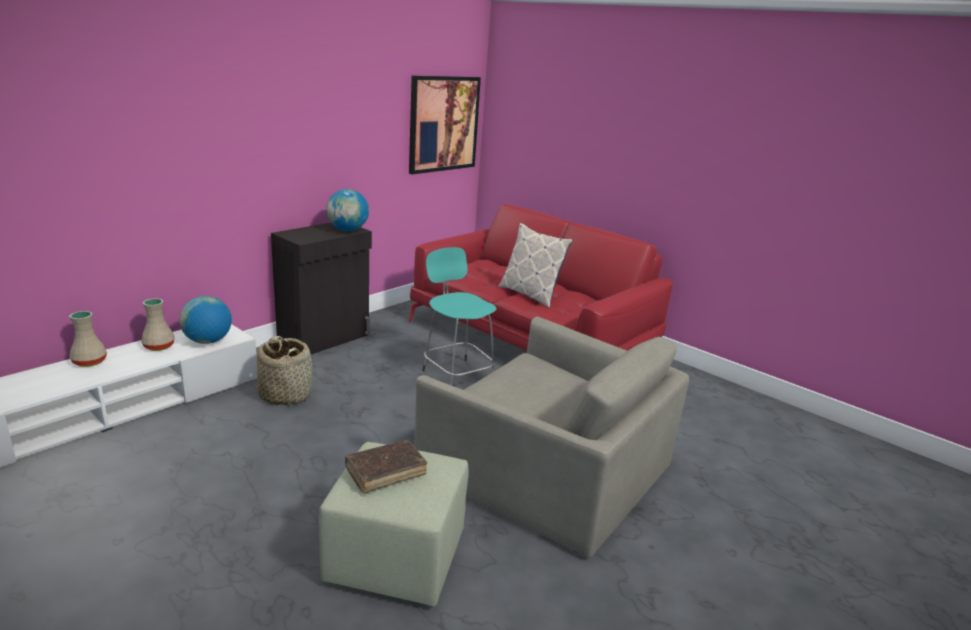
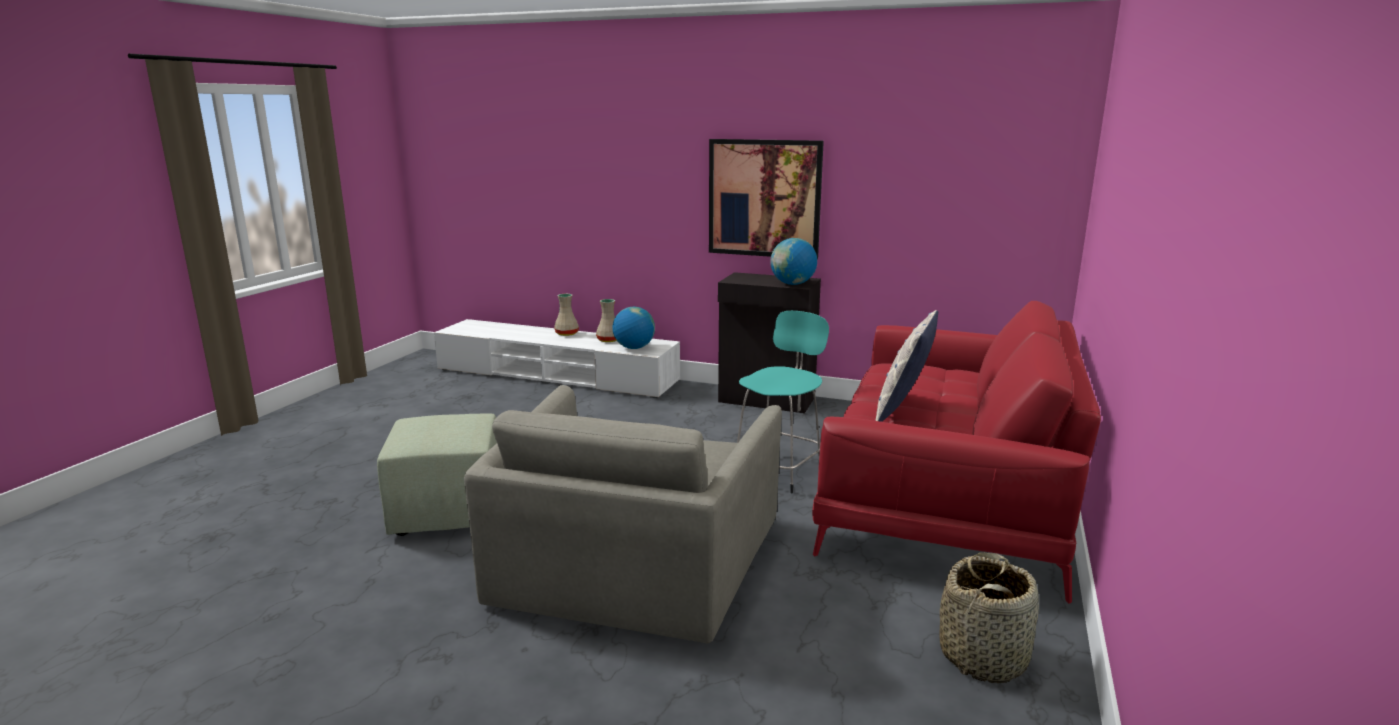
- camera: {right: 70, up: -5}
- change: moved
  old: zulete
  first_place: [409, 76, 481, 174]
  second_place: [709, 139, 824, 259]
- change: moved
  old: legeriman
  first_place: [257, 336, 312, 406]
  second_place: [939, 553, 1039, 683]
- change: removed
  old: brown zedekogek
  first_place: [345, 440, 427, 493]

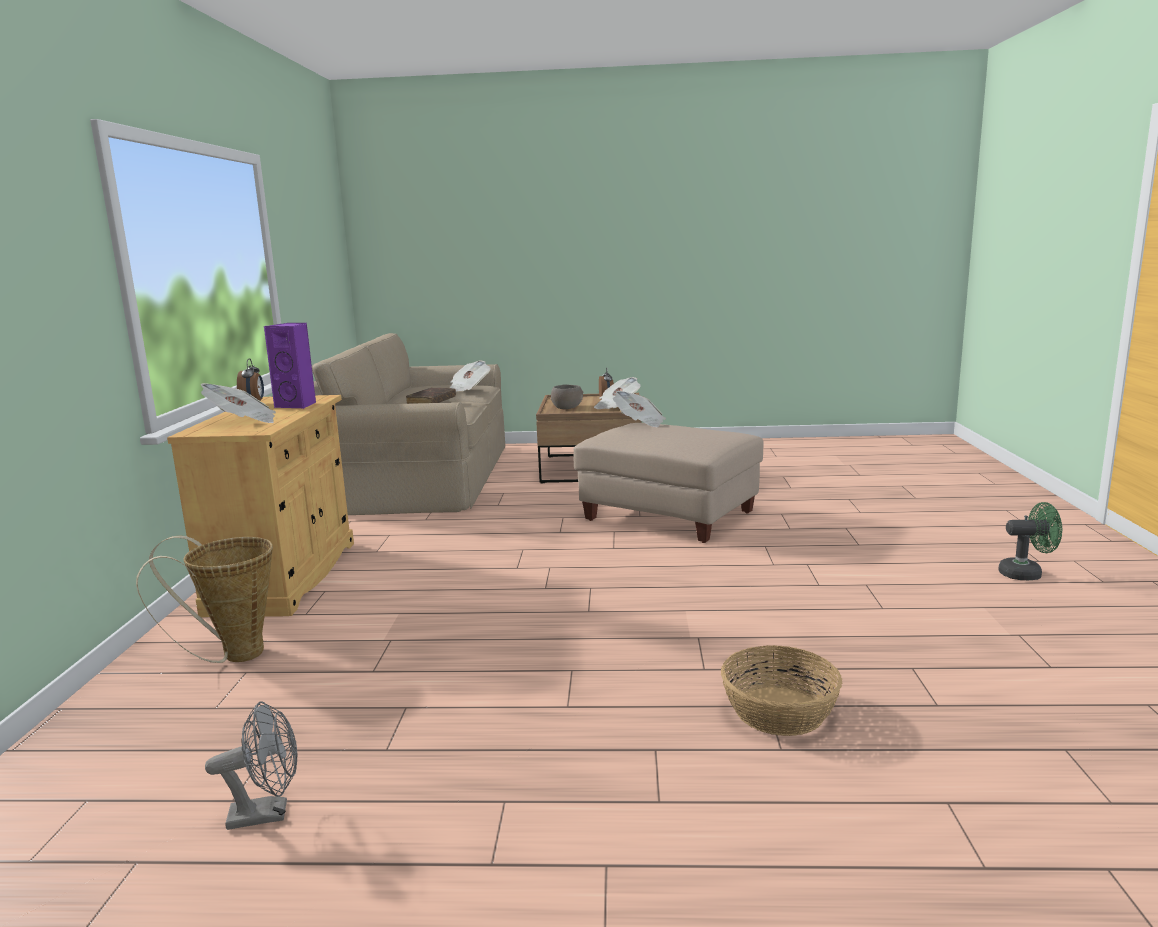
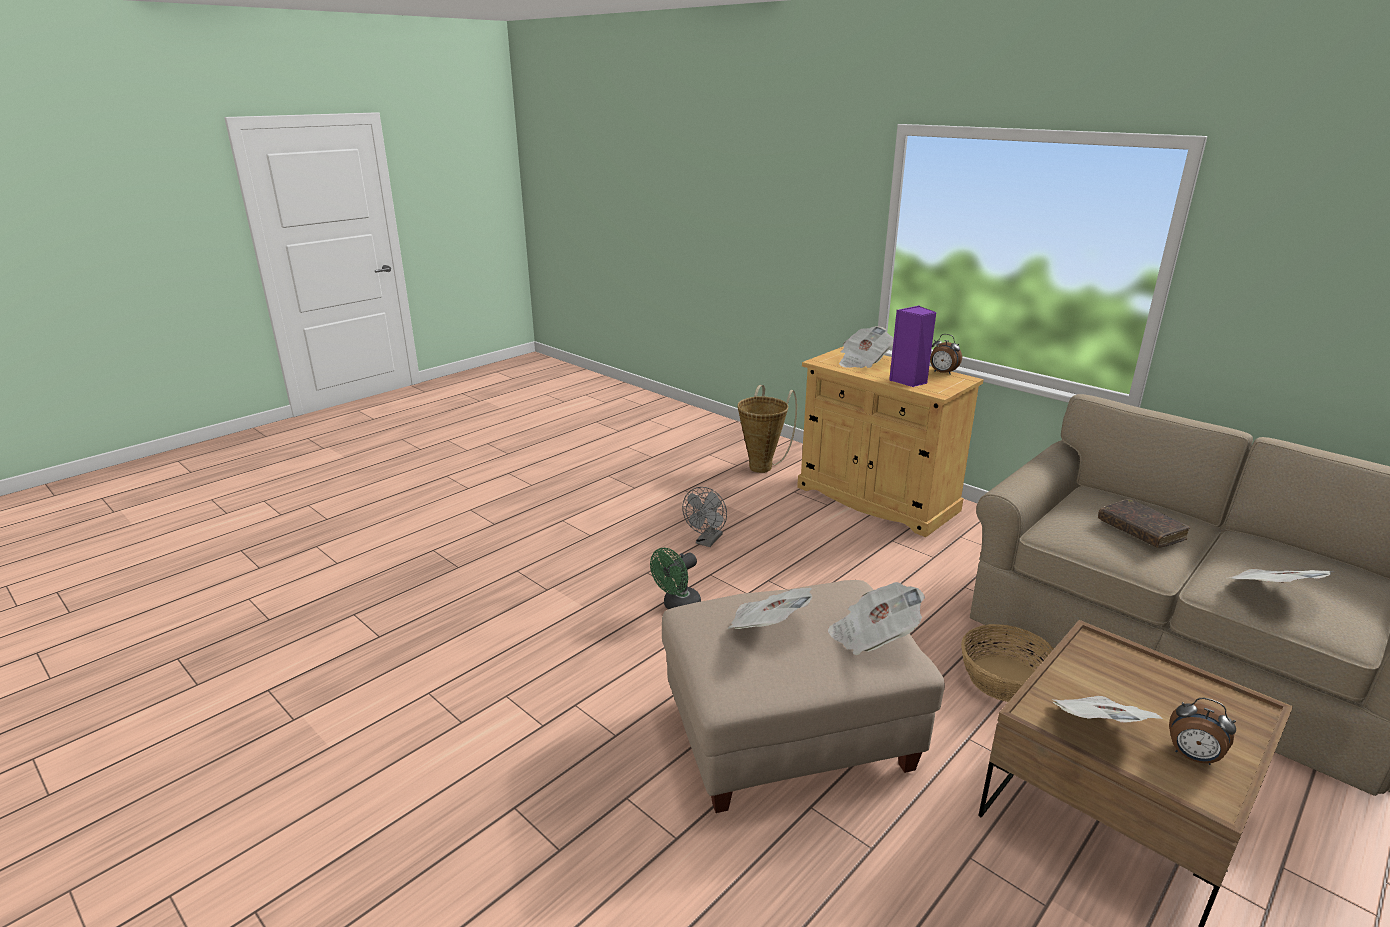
- camera: {right: 130, up: 10}
- change: moved
  old: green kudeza
  first_place: [998, 502, 1062, 580]
  second_place: [650, 548, 701, 609]
- change: moved
  old: grey kudeza
  first_place: [205, 701, 298, 830]
  second_place: [682, 487, 727, 547]
- change: added
  new: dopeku
  second_place: [728, 588, 812, 629]
- change: moved
  old: legeriman
  first_place: [721, 645, 842, 736]
  second_place: [961, 624, 1054, 702]
- change: removed
  old: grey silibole
  first_place: [551, 384, 583, 409]

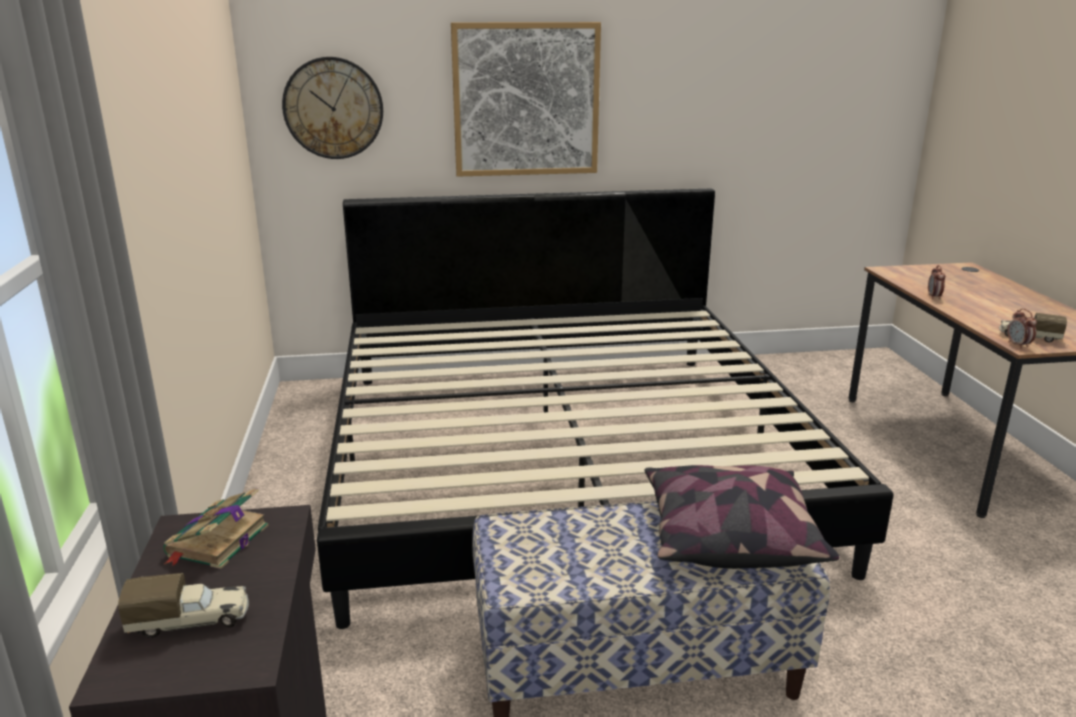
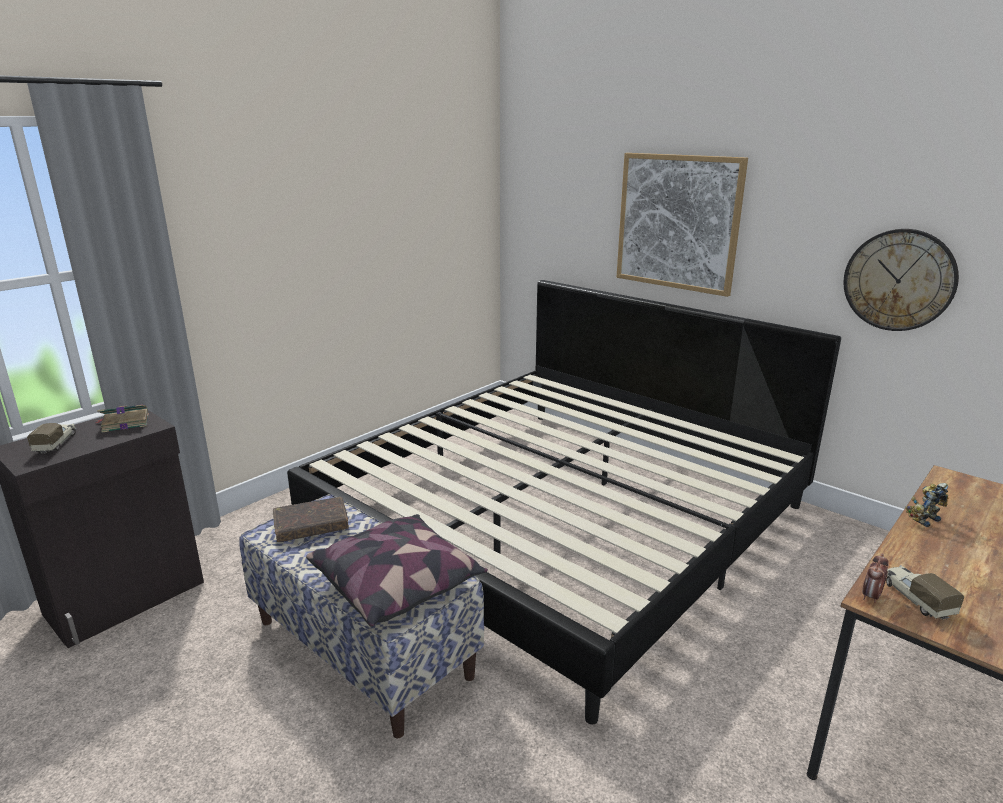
- camera: {right: 50, up: 0}
- change: turned
  old: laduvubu
  first_place: [118, 573, 249, 638]
  second_place: [27, 423, 76, 453]
  degrees: -135
- change: added
  new: brown zedekogek
  second_place: [273, 497, 349, 542]
- change: moved
  old: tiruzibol
  first_place: [282, 57, 383, 159]
  second_place: [843, 229, 959, 331]
- change: replaced
  old: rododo
  new: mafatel
  first_place: [928, 265, 945, 299]
  second_place: [905, 483, 949, 527]

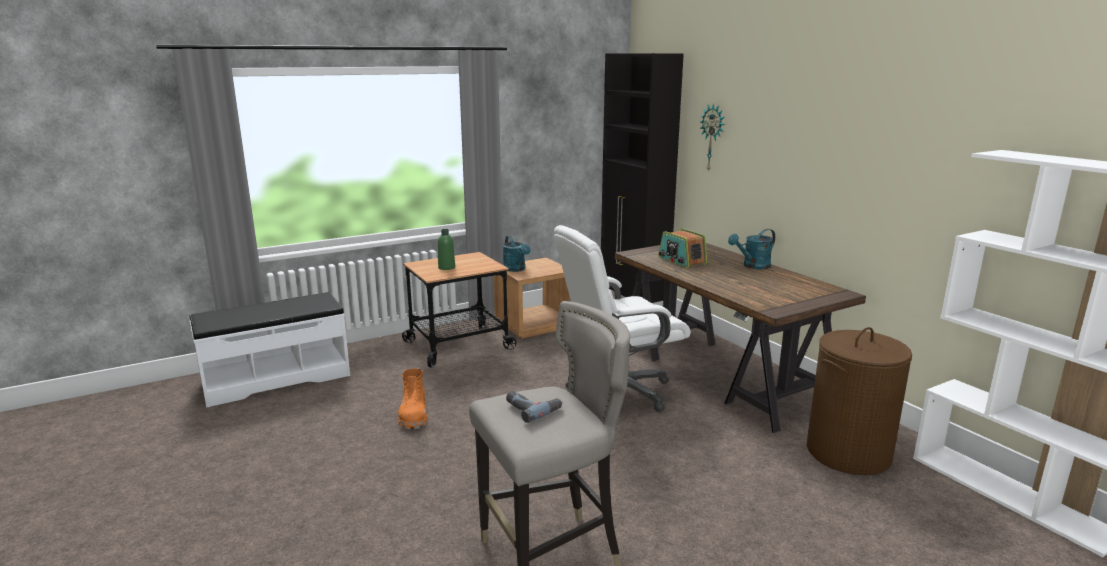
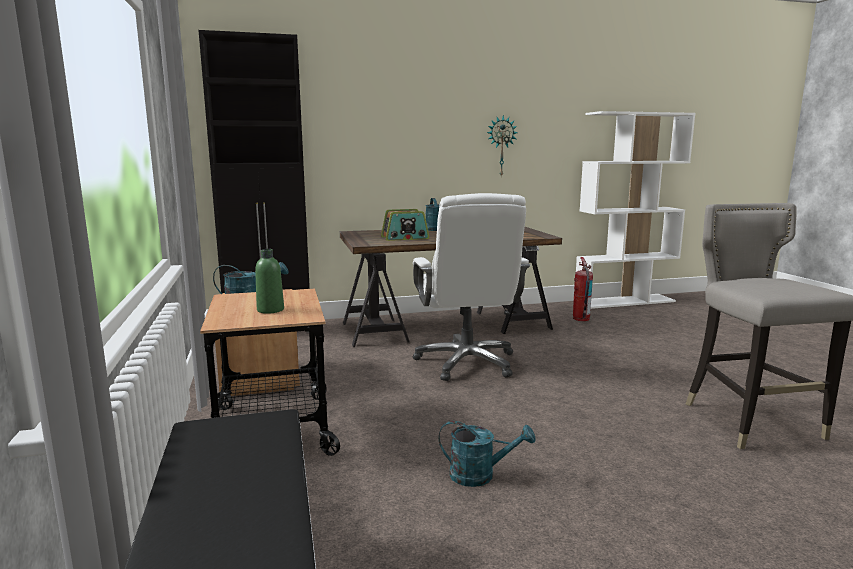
- camera: {right: -75, up: -5}
- change: replaced
  old: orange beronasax
  new: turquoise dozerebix
  first_place: [398, 368, 427, 429]
  second_place: [439, 421, 536, 487]
- change: moved
  old: tiruzibol
  first_place: [699, 103, 725, 172]
  second_place: [487, 115, 518, 176]
- change: replaced
  old: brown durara
  new: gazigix
  first_place: [807, 327, 912, 475]
  second_place: [573, 257, 593, 321]
- change: removed
  old: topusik
  first_place: [506, 391, 562, 423]

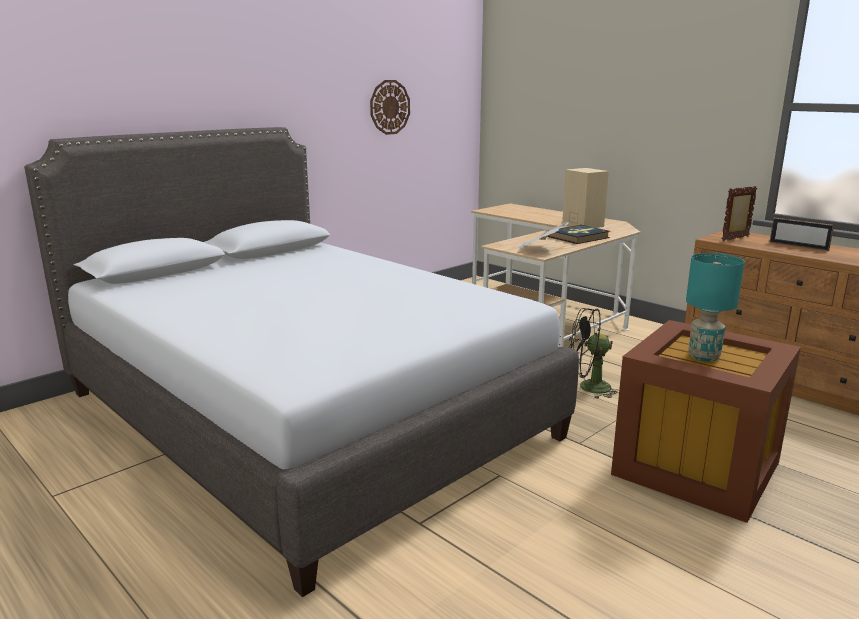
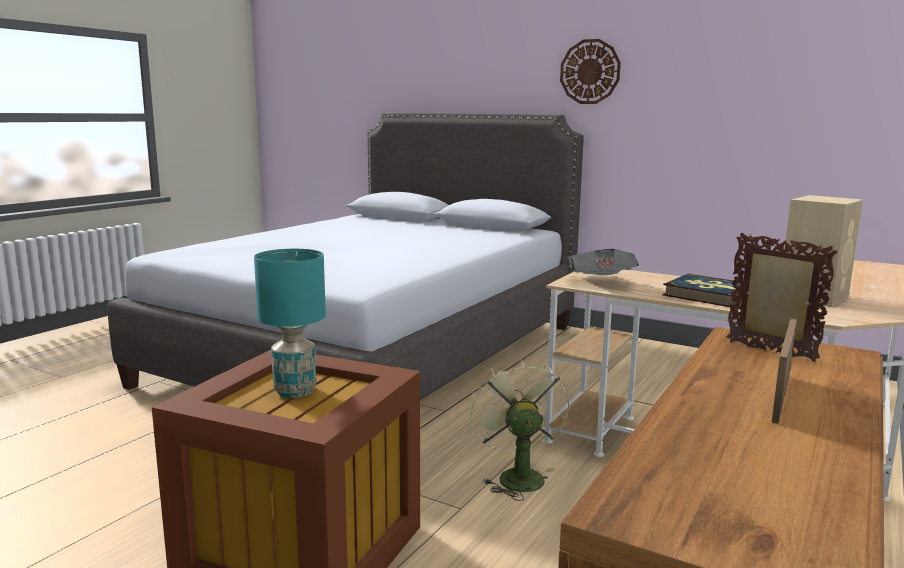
- camera: {right: 75, up: -5}
- change: recoloured
  old: black kudeza
  new: green kudeza
  first_place: [568, 308, 618, 399]
  second_place: [470, 358, 570, 501]
- change: moved
  old: tiruzibol
  first_place: [370, 80, 410, 135]
  second_place: [560, 39, 621, 104]

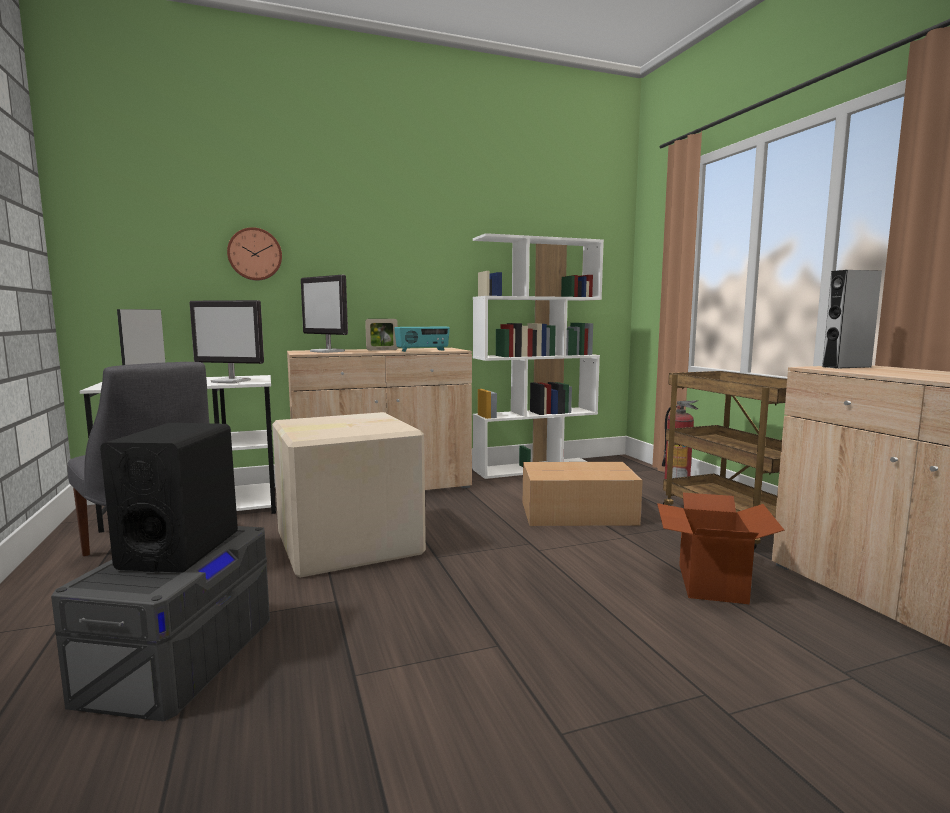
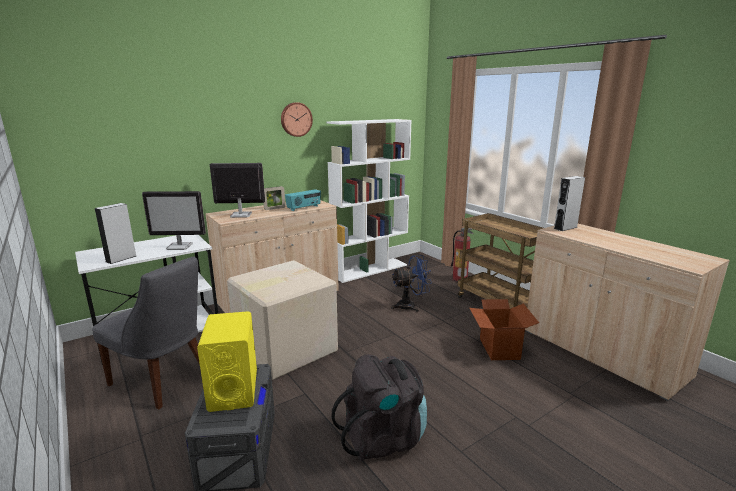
- camera: {right: -15, up: 10}
- change: recoloured
  old: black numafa
  new: yellow numafa
  first_place: [100, 423, 238, 573]
  second_place: [197, 311, 257, 412]
- change: turned
  old: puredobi
  first_place: [301, 275, 348, 353]
  second_place: [210, 163, 265, 218]
  degrees: 150
- change: moved
  old: tiruzibol
  first_place: [227, 227, 282, 281]
  second_place: [281, 102, 313, 137]
- change: added
  new: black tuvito
  second_place: [331, 354, 427, 461]
- change: replaced
  old: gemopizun
  new: blue kudeza
  first_place: [523, 462, 643, 526]
  second_place: [391, 255, 432, 312]

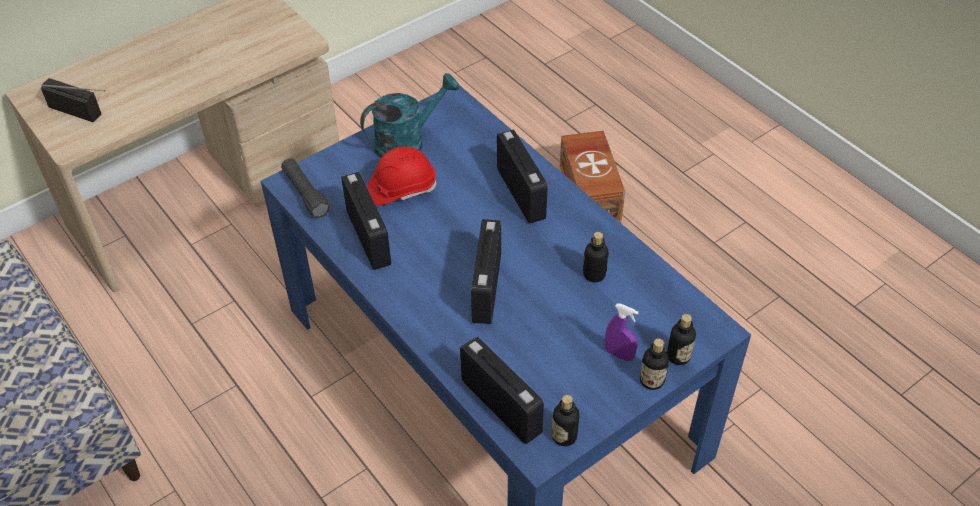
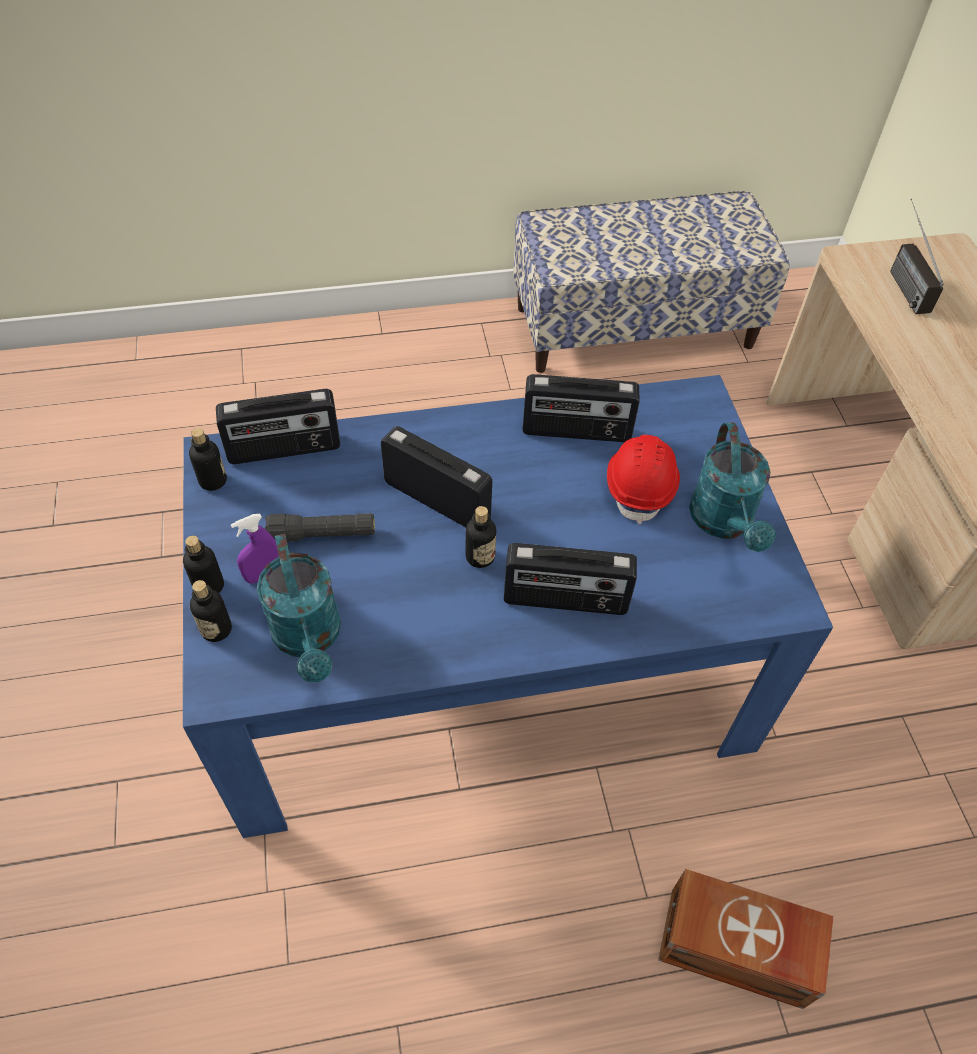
- camera: {right: 115, up: 5}
- change: added
  new: turquoise dozerebix
  second_place: [257, 534, 341, 682]
- change: moved
  old: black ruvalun
  first_place: [281, 158, 330, 218]
  second_place: [265, 513, 375, 542]
- change: moved
  old: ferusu
  first_place: [583, 232, 609, 282]
  second_place: [466, 506, 496, 568]
- change: turned
  old: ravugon
  first_place: [41, 78, 105, 122]
  second_place: [890, 199, 944, 314]
  degrees: 120

